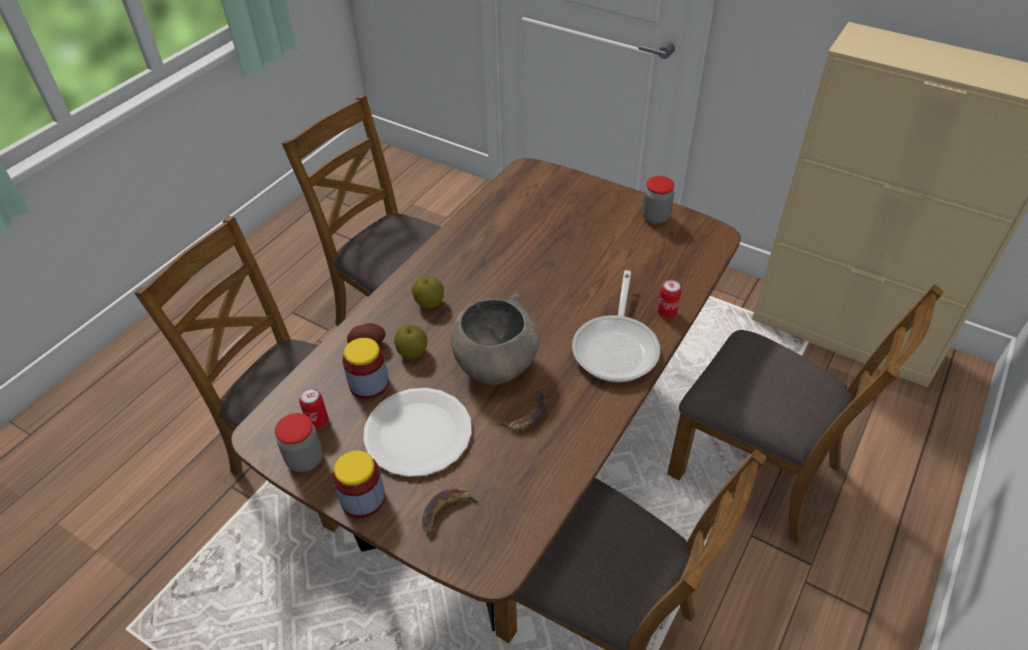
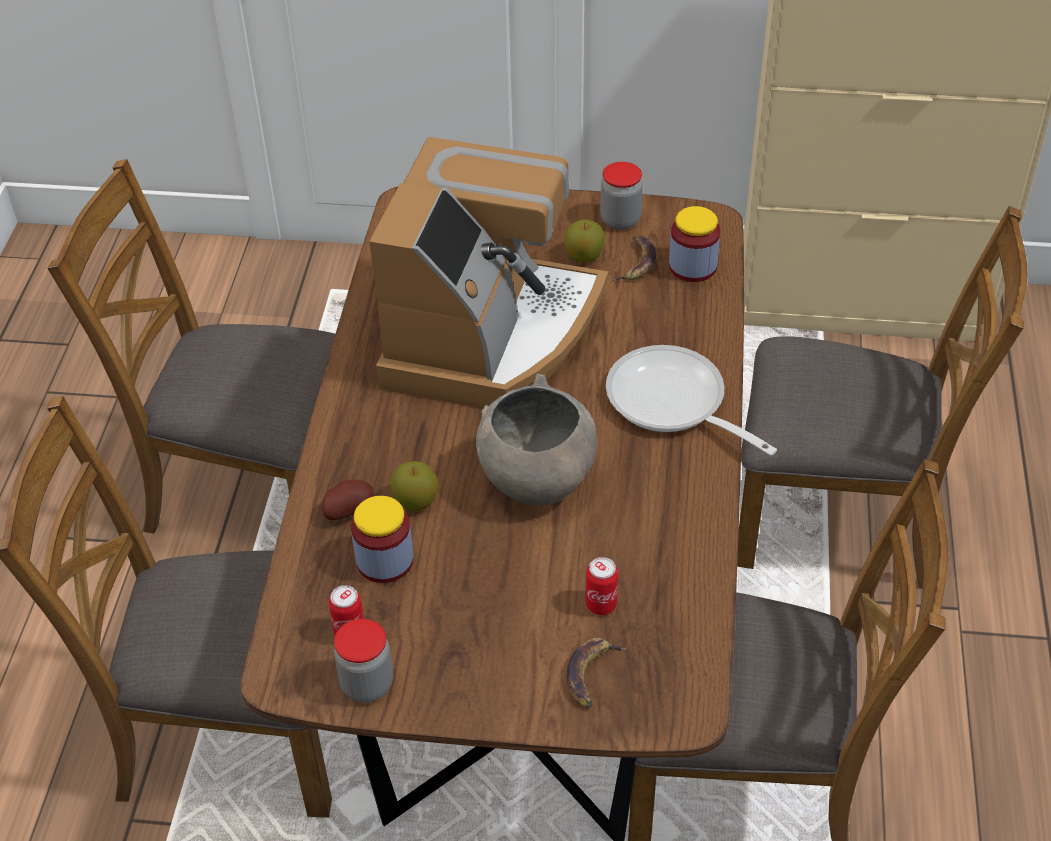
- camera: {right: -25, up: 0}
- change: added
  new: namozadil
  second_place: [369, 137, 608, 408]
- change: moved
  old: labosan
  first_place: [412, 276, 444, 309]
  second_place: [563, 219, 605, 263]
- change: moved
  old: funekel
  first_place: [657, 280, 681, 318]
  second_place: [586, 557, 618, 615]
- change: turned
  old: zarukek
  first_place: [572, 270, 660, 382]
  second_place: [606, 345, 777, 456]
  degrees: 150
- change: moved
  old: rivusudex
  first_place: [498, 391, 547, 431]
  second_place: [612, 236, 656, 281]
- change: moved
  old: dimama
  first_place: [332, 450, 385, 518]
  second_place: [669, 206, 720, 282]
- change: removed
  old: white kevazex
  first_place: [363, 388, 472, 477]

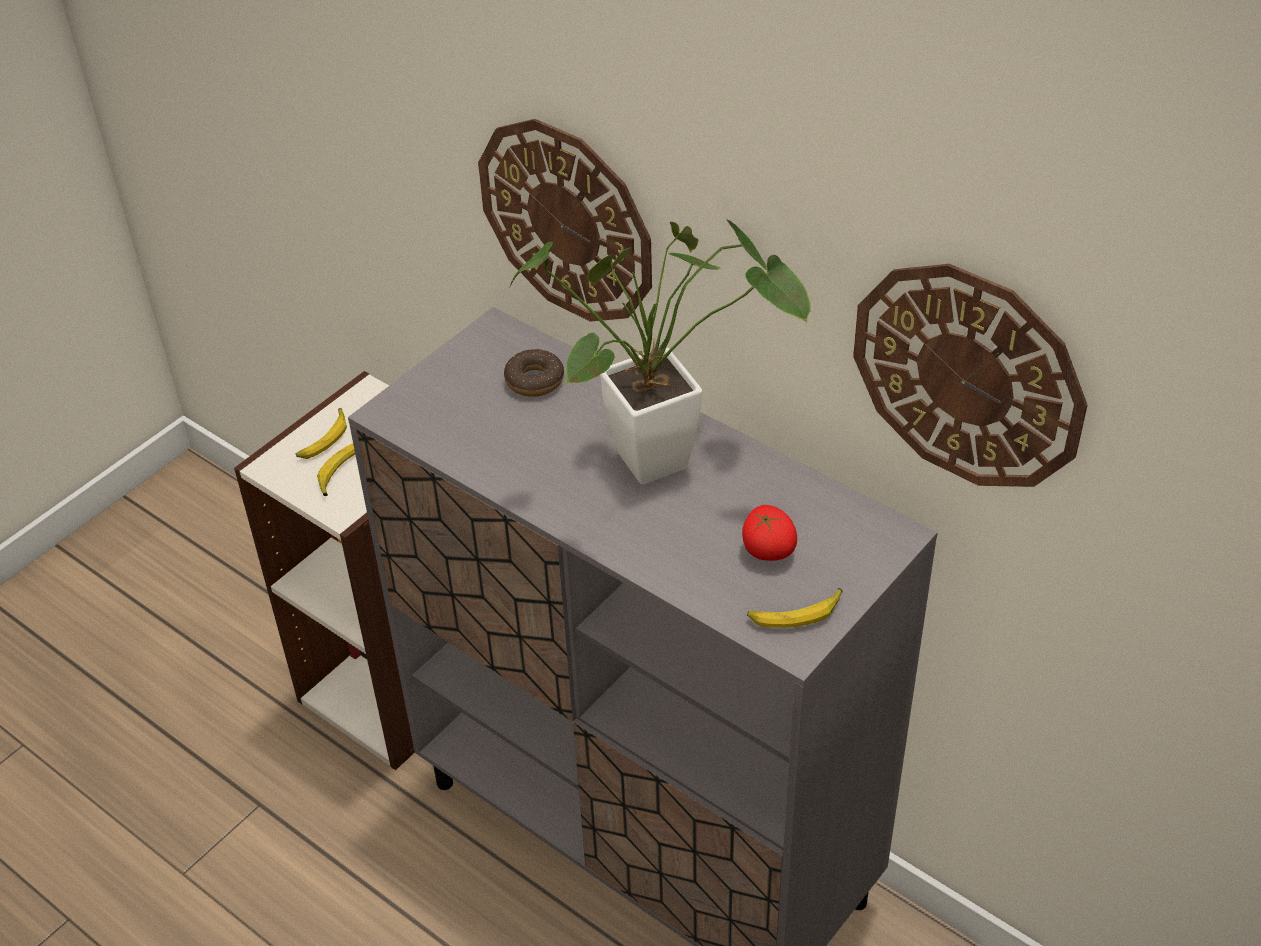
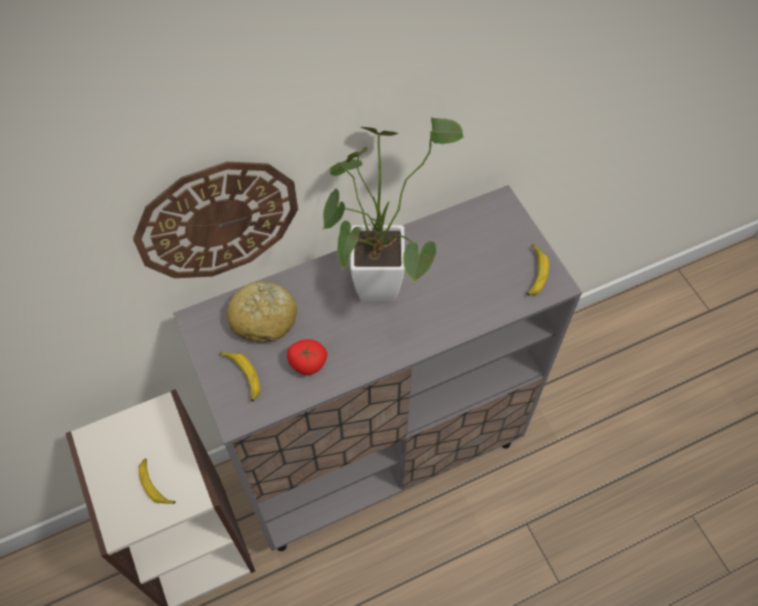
- camera: {right: -65, up: 15}
- change: moved
  old: rivusudex
  first_place: [296, 408, 347, 459]
  second_place: [220, 352, 260, 401]
- change: replaced
  old: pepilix
  new: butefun
  first_place: [504, 349, 564, 397]
  second_place: [227, 281, 297, 343]
- change: moved
  old: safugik
  first_place: [742, 505, 797, 561]
  second_place: [287, 339, 327, 375]
- change: removed
  old: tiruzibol
  first_place: [853, 264, 1087, 487]

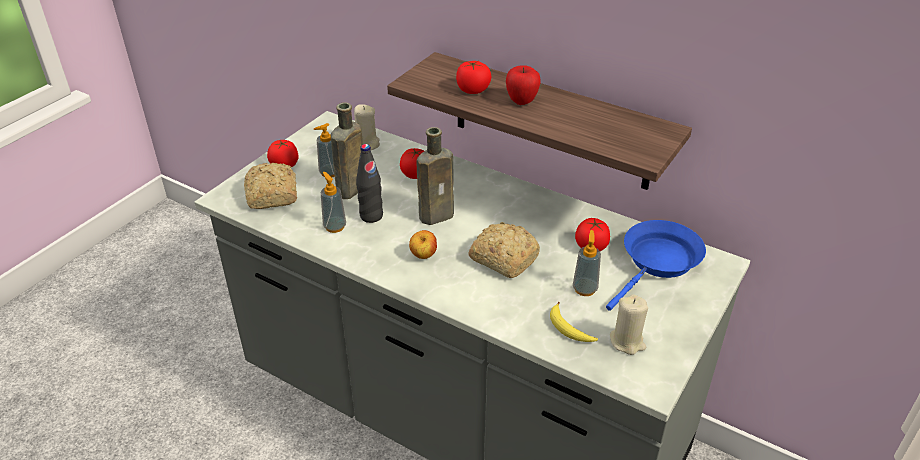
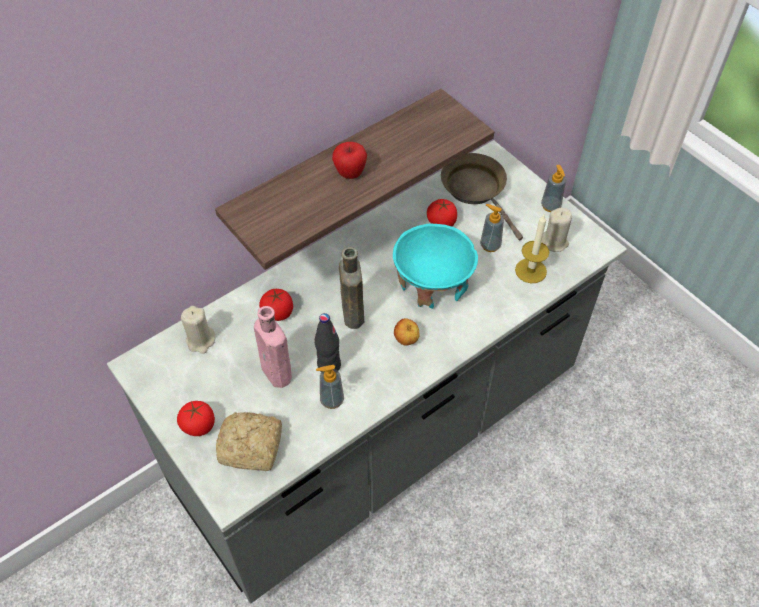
- camera: {right: -70, up: 15}
- change: recoloured
  old: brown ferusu
  new: pink ferusu
  first_place: [331, 102, 363, 199]
  second_place: [254, 306, 292, 388]
- change: replaced
  old: butefun
  new: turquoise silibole
  first_place: [469, 222, 540, 278]
  second_place: [393, 223, 478, 309]
- change: recoloured
  old: blue zarukek
  new: brown zarukek
  first_place: [606, 220, 706, 311]
  second_place: [441, 153, 523, 240]
- change: replaced
  old: rivusudex
  new: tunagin
  first_place: [550, 302, 598, 342]
  second_place: [515, 215, 549, 283]
- change: moved
  old: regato
  first_place: [314, 123, 335, 178]
  second_place: [541, 165, 566, 212]
- change: removed
  old: safugik
  first_place: [456, 61, 491, 94]

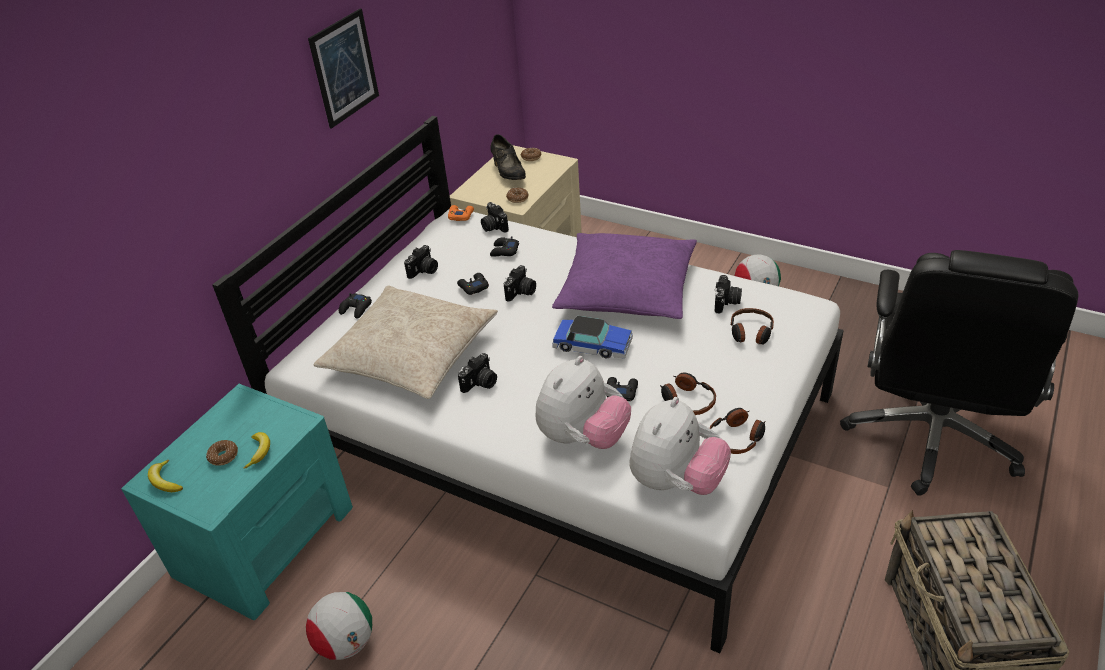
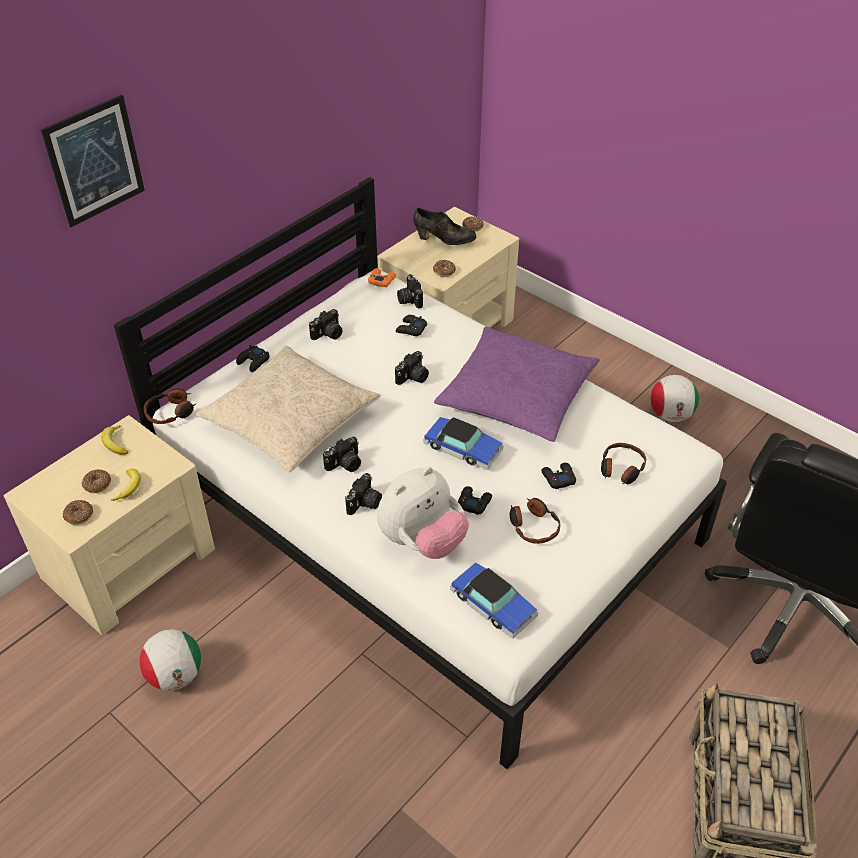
- camera: {right: 10, up: 5}
- change: recoloured
  old: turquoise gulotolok
  new: beige gulotolok
  first_place: [121, 384, 353, 620]
  second_place: [3, 415, 215, 635]
- change: moved
  old: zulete
  first_place: [308, 9, 379, 129]
  second_place: [41, 94, 145, 227]
- change: added
  new: pepilix
  second_place: [63, 500, 93, 525]
- change: moved
  old: rivusudex
  first_place: [148, 460, 183, 492]
  second_place: [101, 425, 128, 455]
- change: moved
  old: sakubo
  first_place: [710, 408, 765, 454]
  second_place: [144, 388, 197, 424]
- change: moved
  old: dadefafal
  first_place: [714, 275, 742, 314]
  second_place: [345, 473, 382, 515]
- change: turned
  old: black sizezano
  first_place: [490, 134, 526, 180]
  second_place: [413, 208, 476, 245]
  degrees: -60
- change: replaced
  old: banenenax
  new: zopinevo
  first_place: [629, 397, 731, 495]
  second_place: [450, 562, 538, 639]
- change: moved
  old: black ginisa
  first_place: [457, 273, 489, 295]
  second_place: [541, 463, 576, 489]

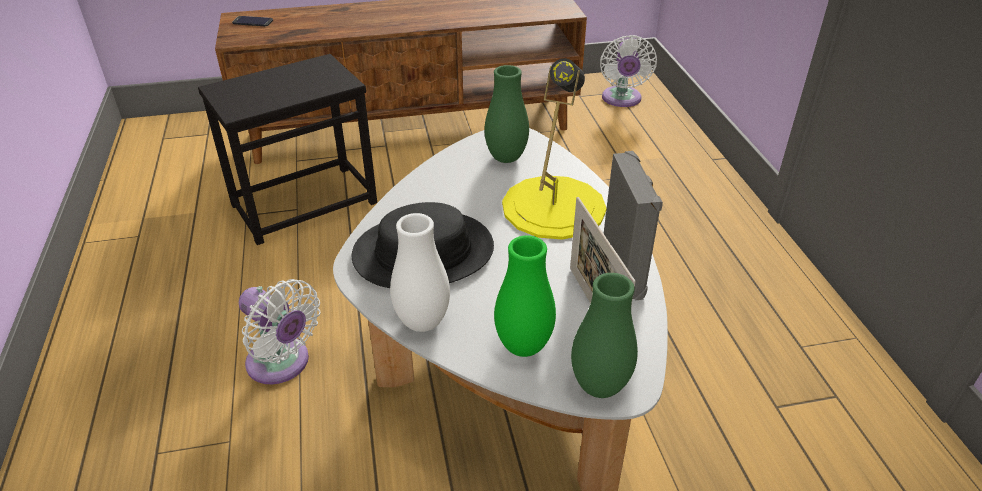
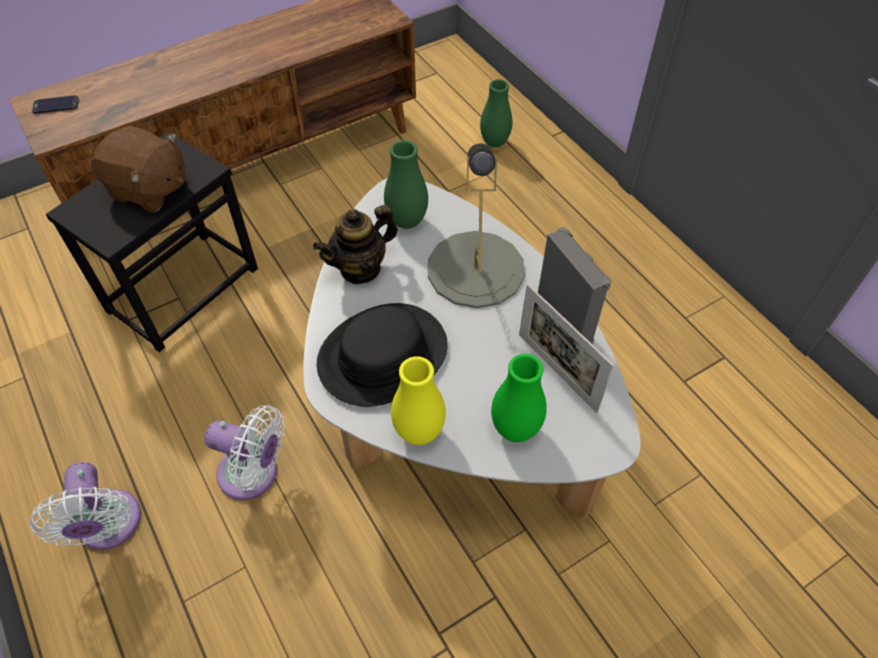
- camera: {right: -20, up: 15}
- change: moved
  old: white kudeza
  first_place: [600, 35, 657, 107]
  second_place: [30, 462, 141, 550]
- change: added
  new: brown banenenax
  second_place: [91, 126, 186, 213]
- change: added
  new: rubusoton
  second_place: [313, 205, 398, 285]
- change: recoloured
  old: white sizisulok
  new: yellow sizisulok
  first_place: [390, 213, 450, 332]
  second_place: [391, 356, 446, 445]
- change: recoloured
  old: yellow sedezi
  new: grey sedezi
  first_place: [502, 58, 607, 240]
  second_place: [428, 143, 525, 308]
- change: moved
  old: green sizisulok
  first_place: [571, 273, 638, 398]
  second_place: [480, 79, 513, 147]

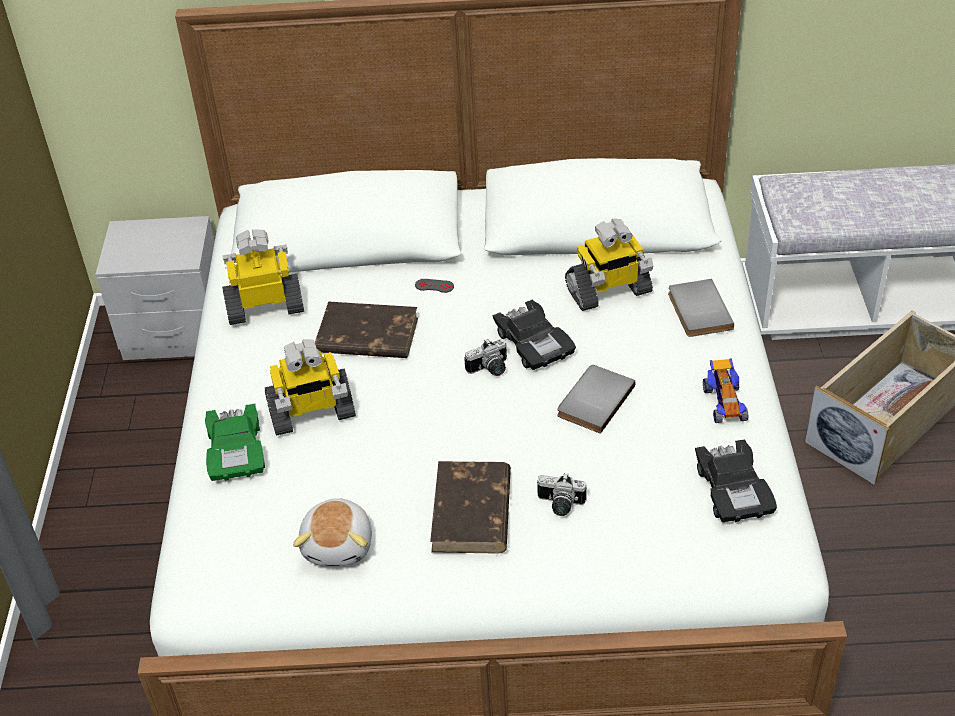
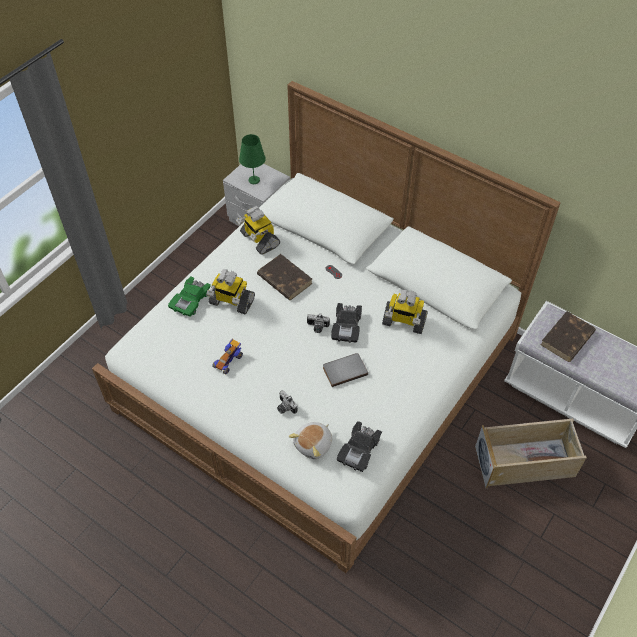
- camera: {right: 35, up: 10}
- change: moved
  old: zopinevo
  first_place: [703, 358, 748, 423]
  second_place: [212, 339, 243, 374]
- change: turned
  old: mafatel
  first_place: [222, 229, 304, 325]
  second_place: [236, 206, 280, 255]
  degrees: -150
- change: added
  new: green sedezi
  second_place: [239, 134, 266, 184]
- change: moved
  old: banenenax
  first_place: [293, 498, 372, 566]
  second_place: [289, 422, 332, 459]
- change: moved
  old: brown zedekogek
  first_place: [430, 461, 511, 554]
  second_place: [540, 311, 596, 362]
- change: removed
  old: grey zedekogek
  first_place: [668, 279, 734, 337]

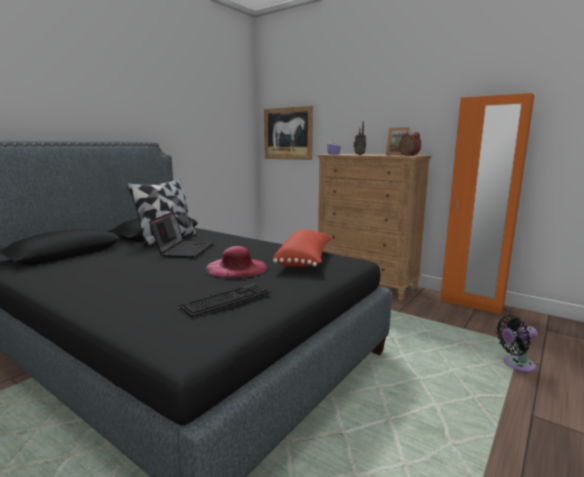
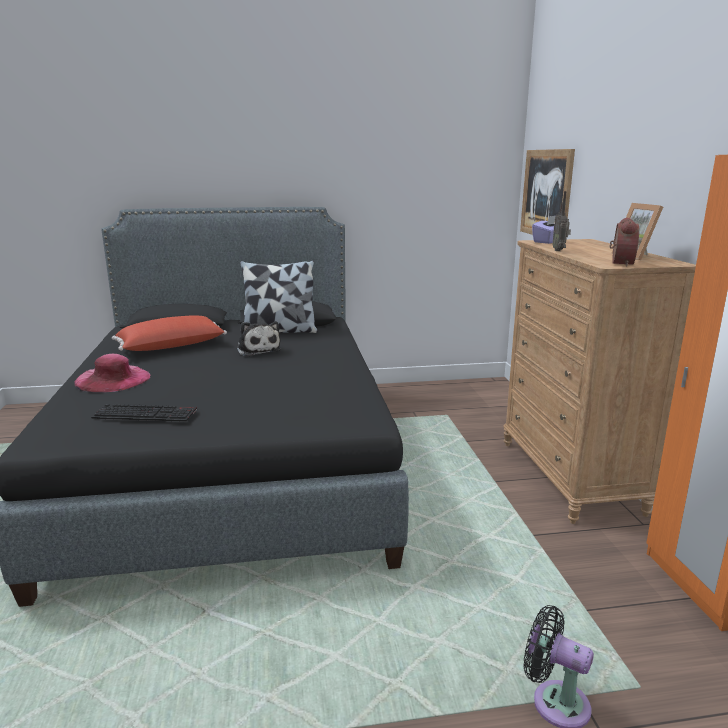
- camera: {right: 45, up: 5}
- change: moved
  old: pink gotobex
  first_place: [205, 246, 267, 278]
  second_place: [74, 354, 150, 393]
- change: moved
  old: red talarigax
  first_place: [273, 229, 332, 267]
  second_place: [112, 315, 227, 351]
- change: replaced
  old: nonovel
  new: banenenax
  first_place: [149, 211, 213, 258]
  second_place: [236, 321, 281, 356]

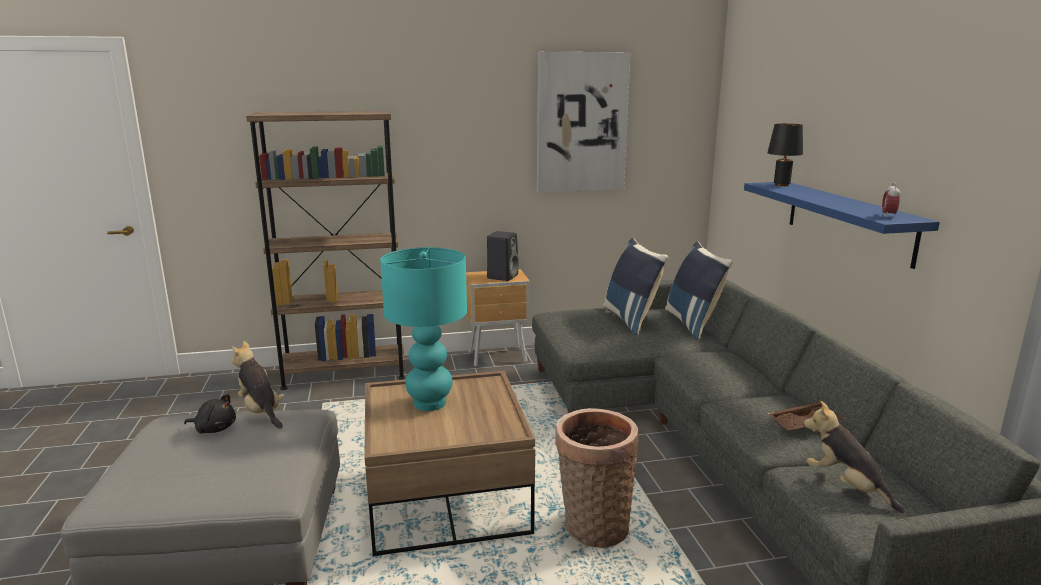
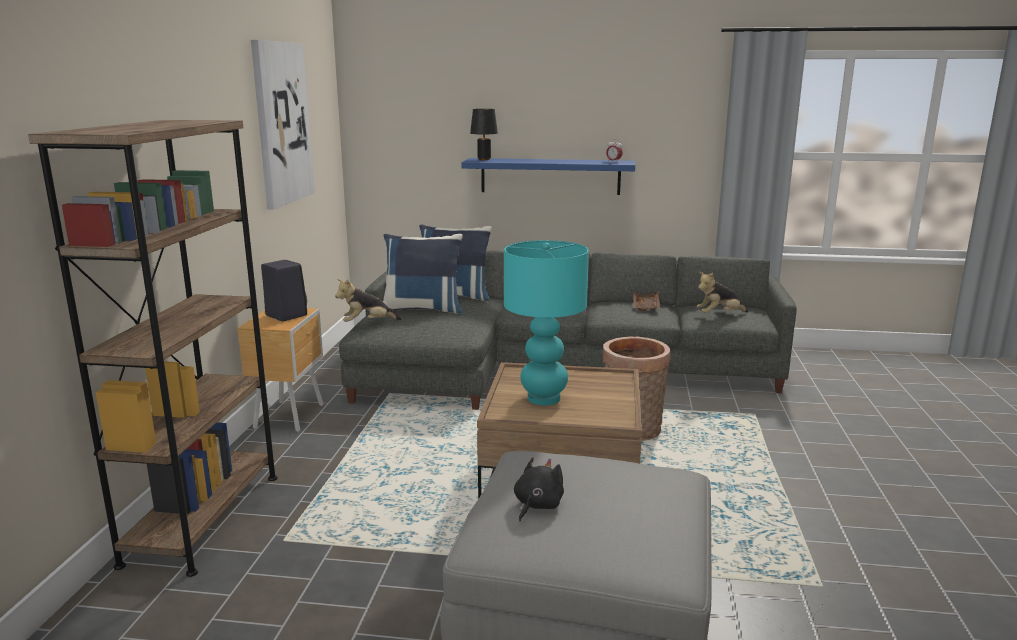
- camera: {right: -70, up: 0}
- change: moved
  old: banenenax
  first_place: [231, 341, 284, 428]
  second_place: [335, 279, 401, 322]

